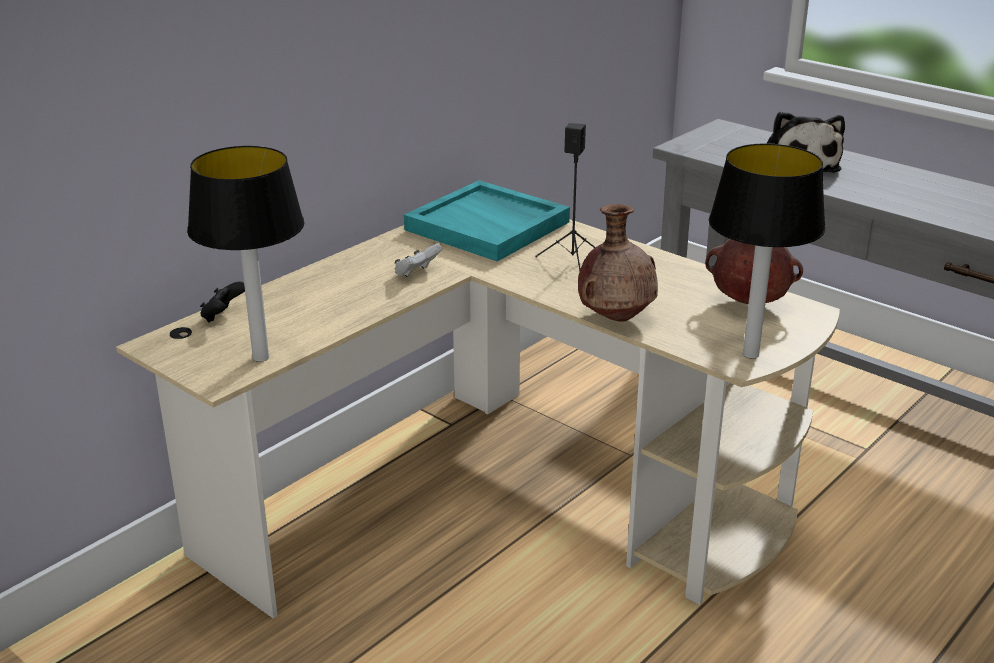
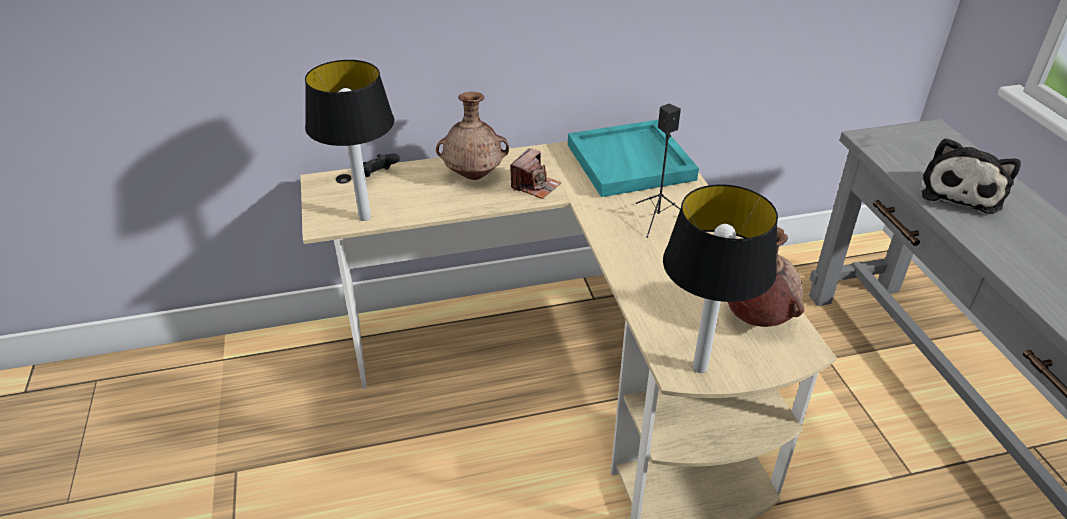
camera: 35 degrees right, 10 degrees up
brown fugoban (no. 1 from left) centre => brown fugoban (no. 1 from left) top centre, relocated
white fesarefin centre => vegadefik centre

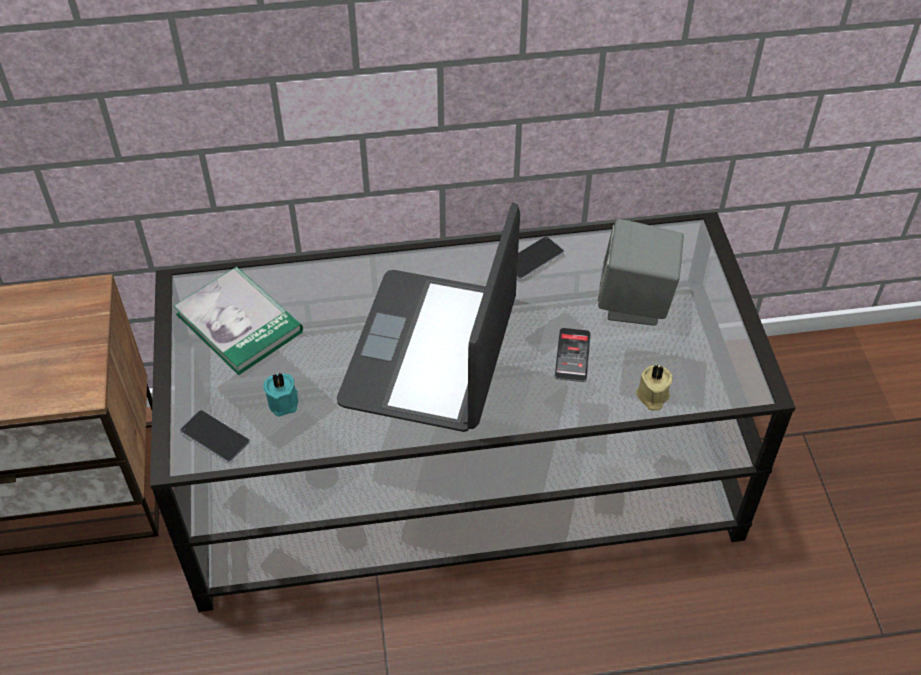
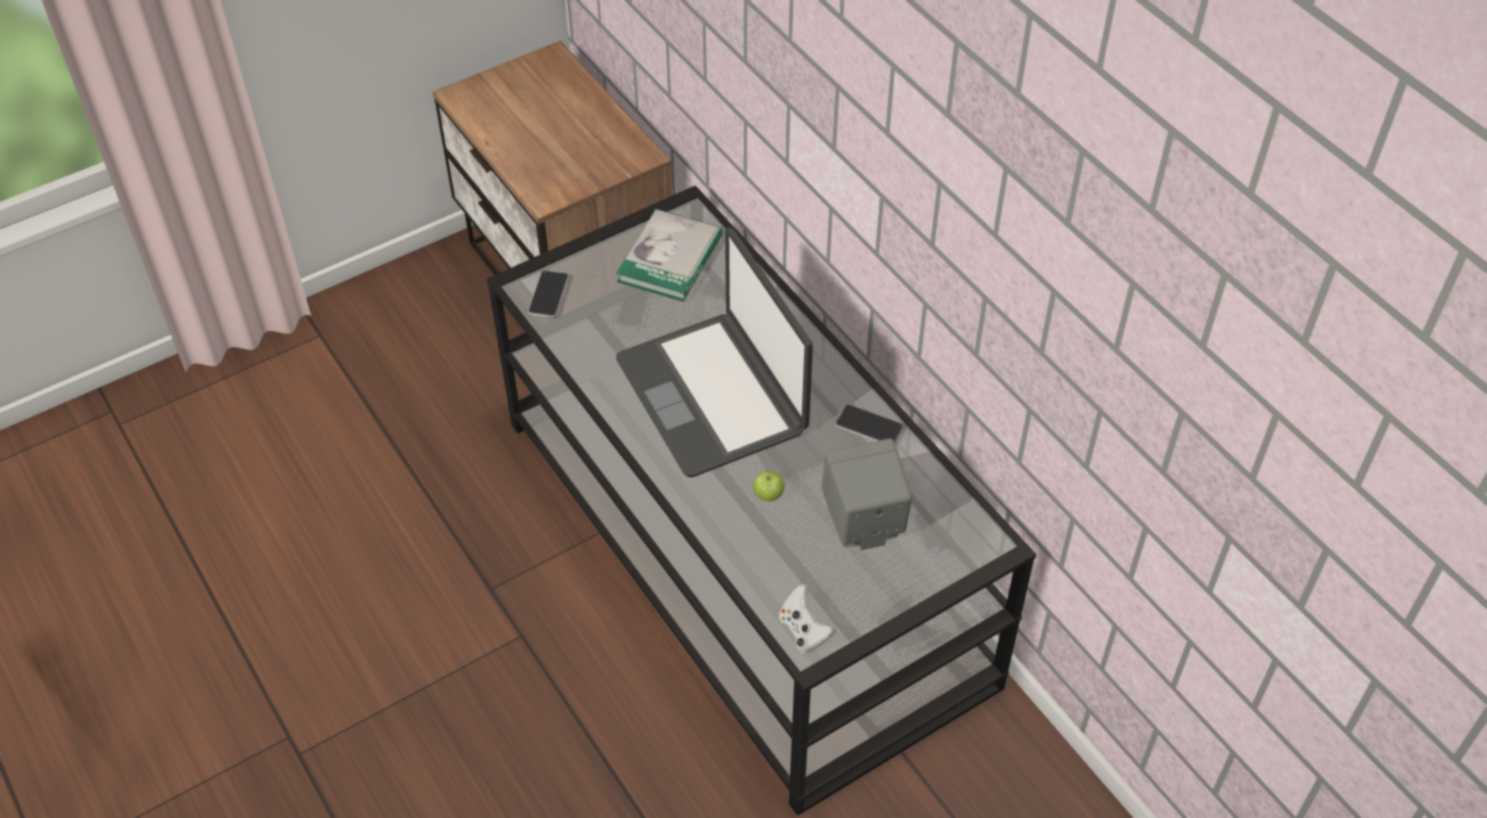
camera: 65 degrees right, 0 degrees up
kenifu centre, 105 degrees counterclockwise
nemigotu (no. 3 from left) centre => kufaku centre
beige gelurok middle right => nothing
turquoise gelurok middle left => nothing
nothing => white fesarefin bottom centre

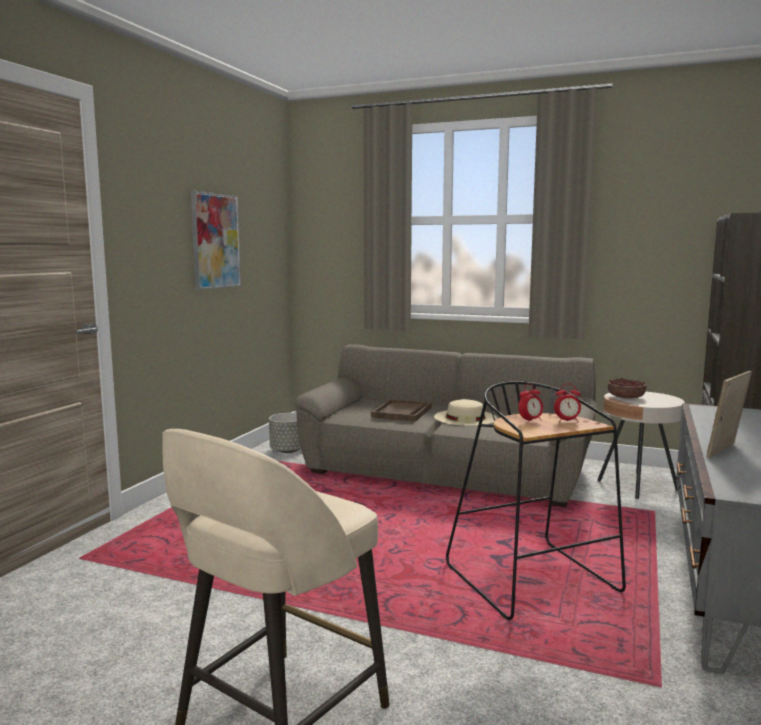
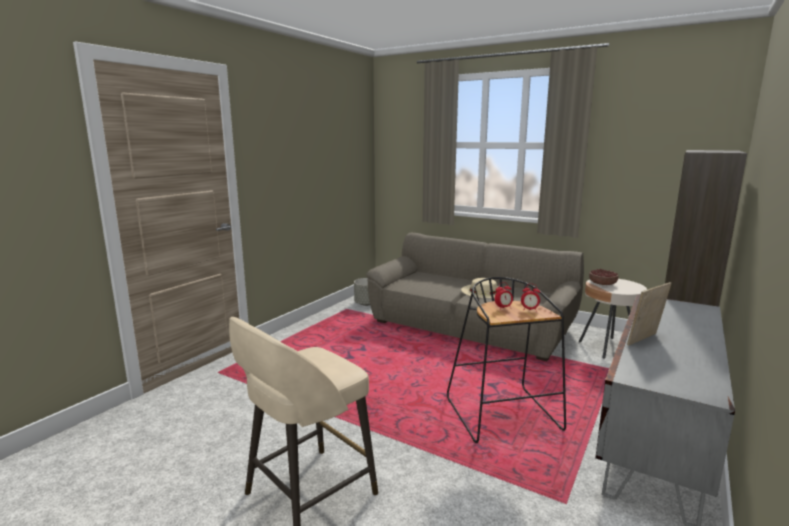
camera: 10 degrees right, 5 degrees up
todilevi top left => nothing
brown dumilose centre => nothing

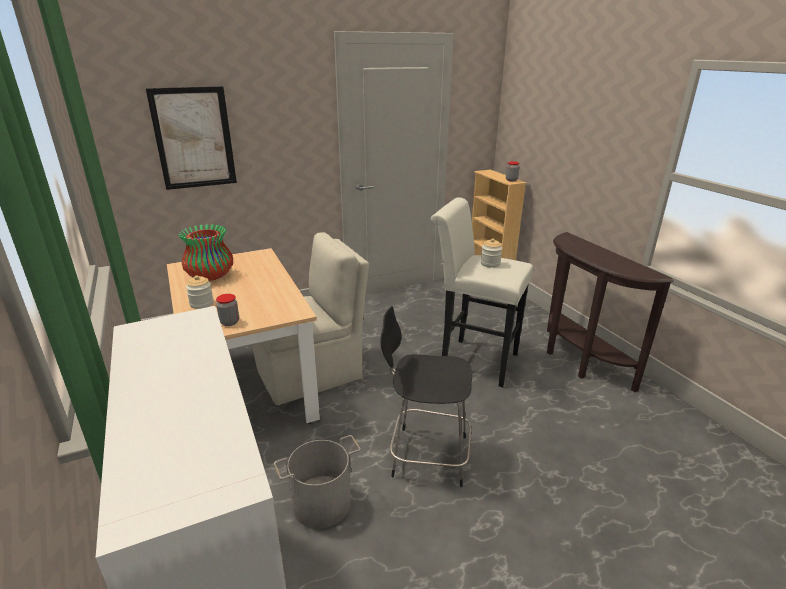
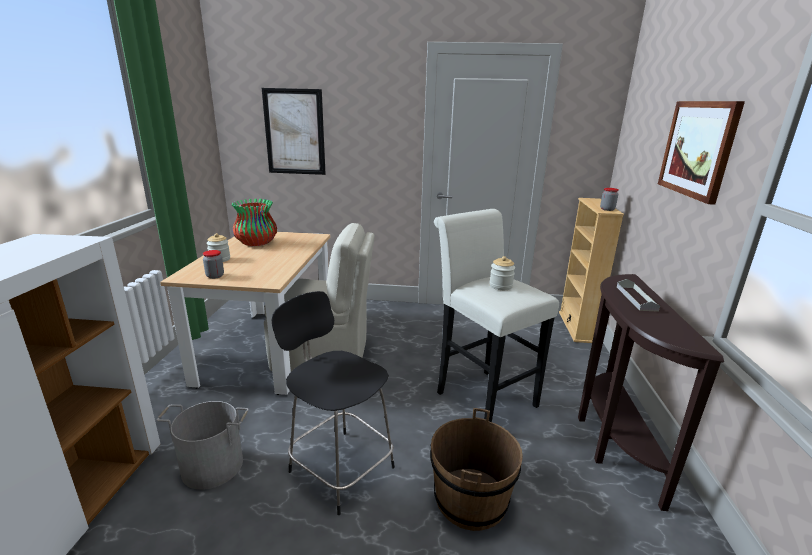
camera: 30 degrees right, 5 degrees down
nothing => todilevi (no. 2 from left) top right
nothing => grey dumilose middle right
nothing => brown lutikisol bottom centre

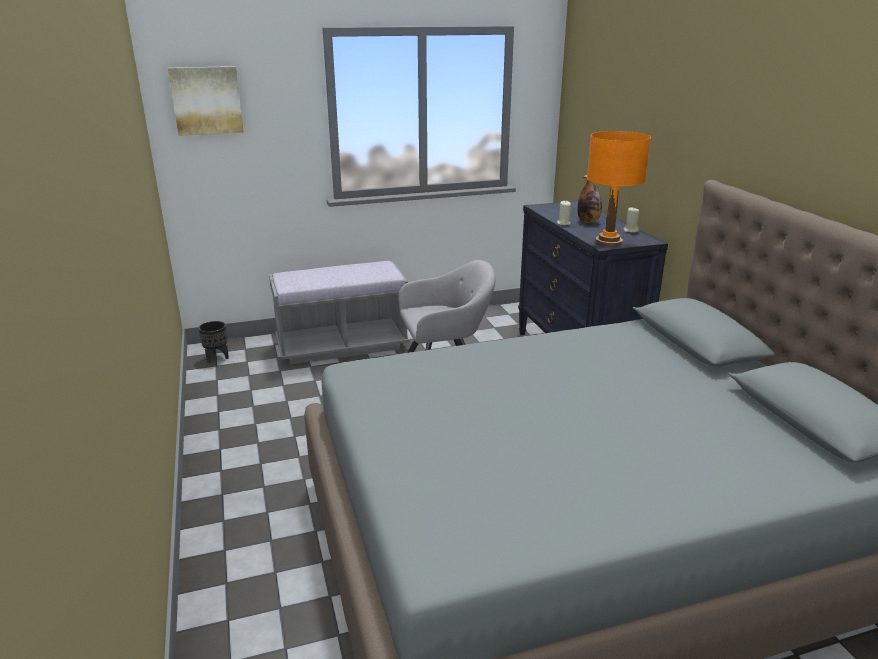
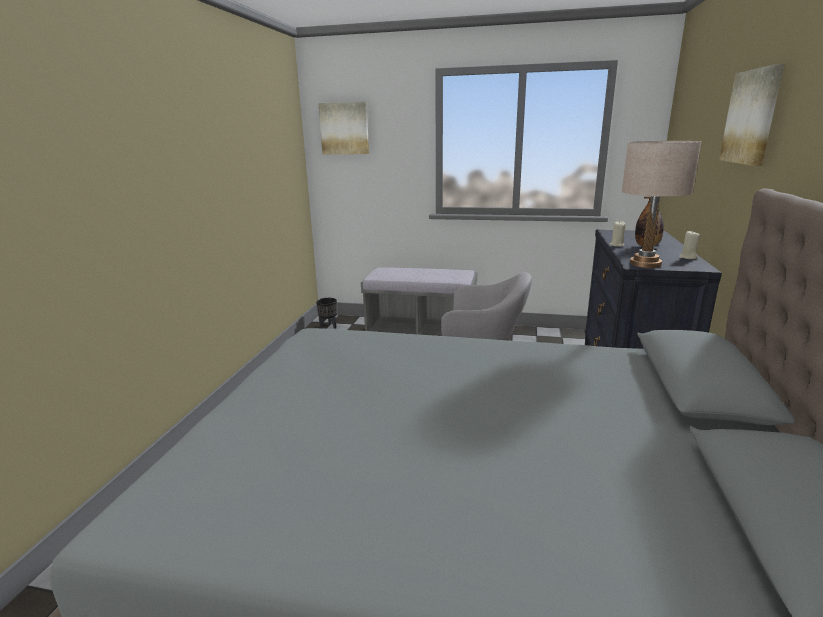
camera: 30 degrees right, 5 degrees down
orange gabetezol top right => beige gabetezol top right
nothing => todilevi (no. 2 from left) top right

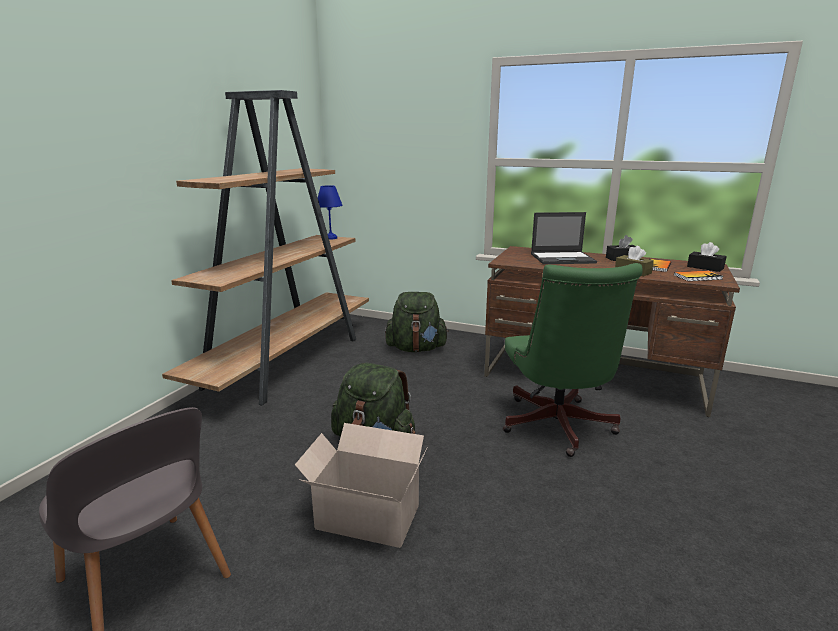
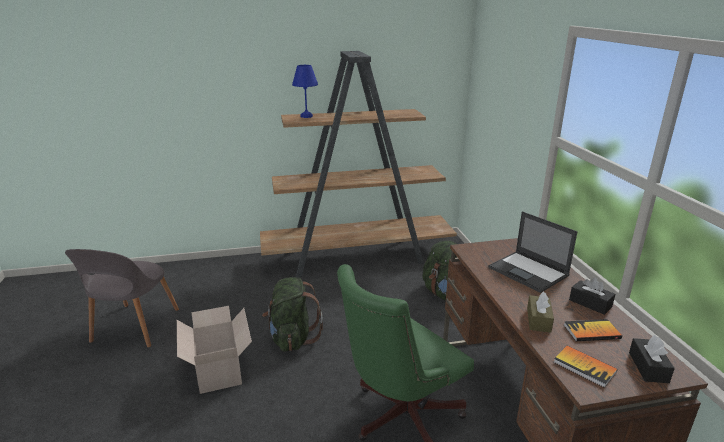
camera: 55 degrees right, 5 degrees up
blue gabetezol centre => blue gabetezol top centre, relocated

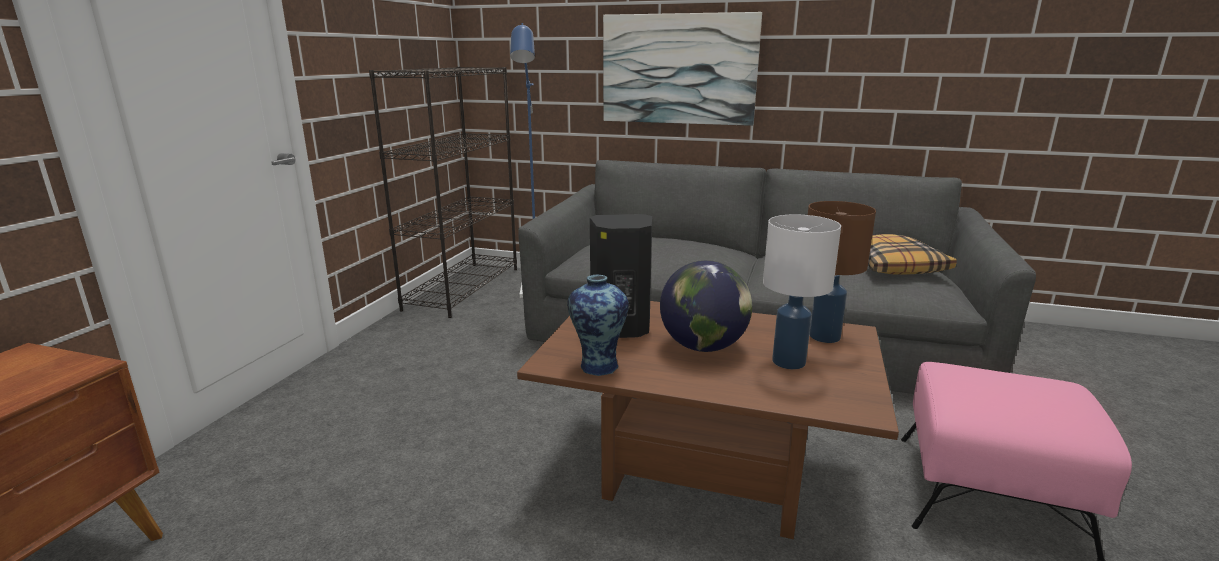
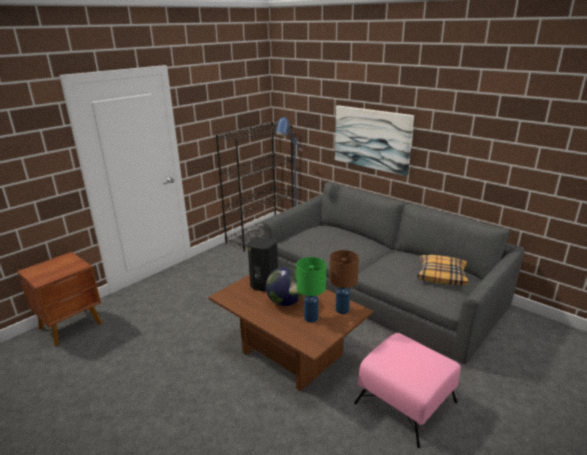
camera: 25 degrees right, 5 degrees up
white gabetezol centre => green gabetezol centre
fugoban centre => nothing

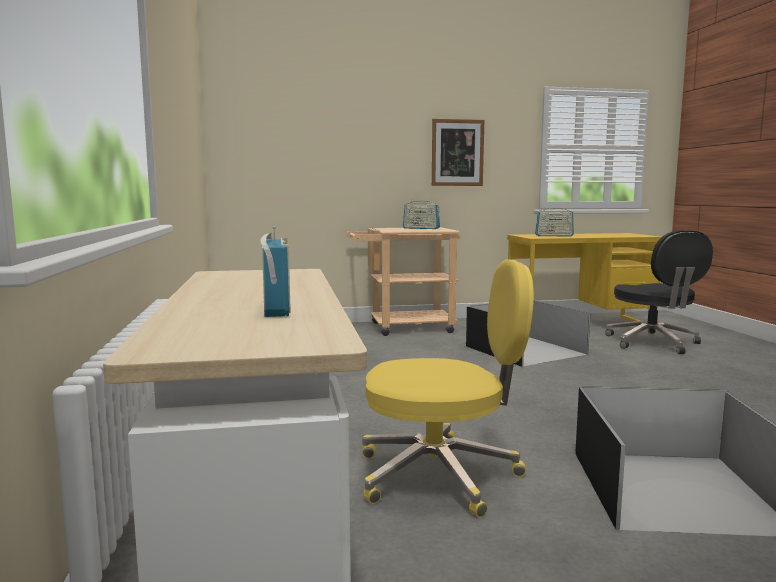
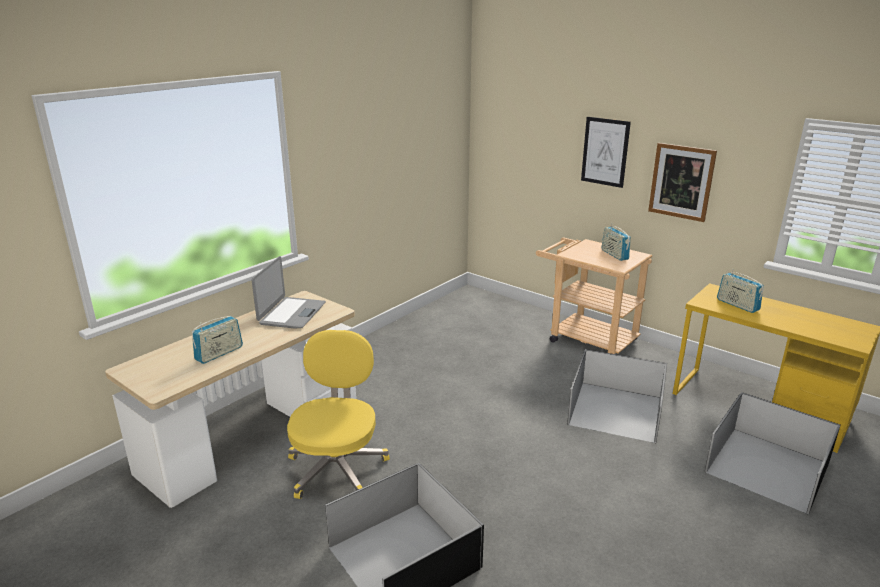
camera: 50 degrees right, 15 degrees up
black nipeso middle right => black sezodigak (no. 3 from left) bottom right
yellow nipeso bottom centre, 135 degrees counterclockwise
nothing => todilevi (no. 1 from left) top right
nothing => kenifu middle left

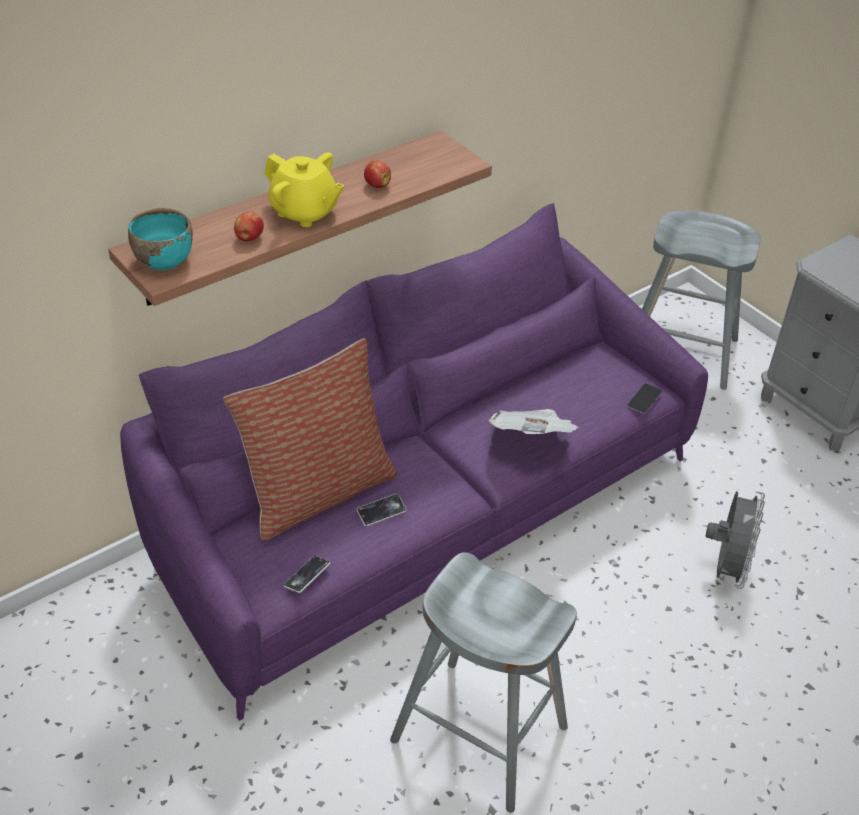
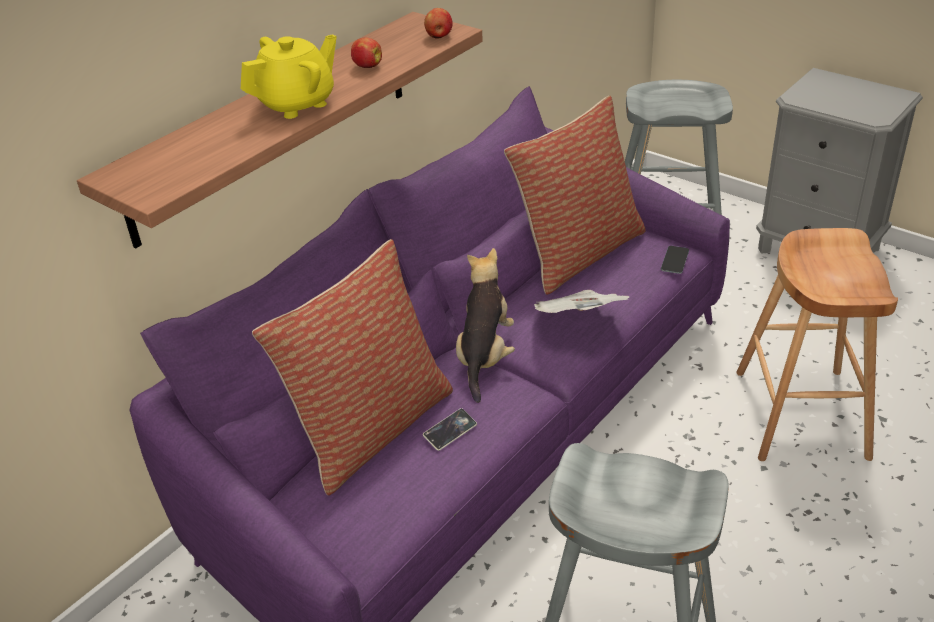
camera: 10 degrees left, 5 degrees down
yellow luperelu top centre => yellow luperelu top left, 60 degrees counterclockwise
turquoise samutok top left => nothing
kufaku (no. 1 from left in the first image) top left => kufaku (no. 2 from left) top centre, relocated
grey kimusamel middle right => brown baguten middle right
nemigotu (no. 1 from left) bottom centre => nothing
nothing => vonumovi (no. 2 from left) top centre
nothing => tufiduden centre

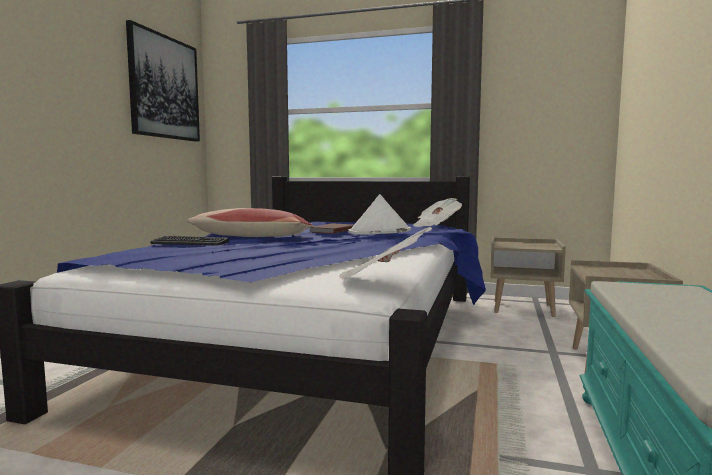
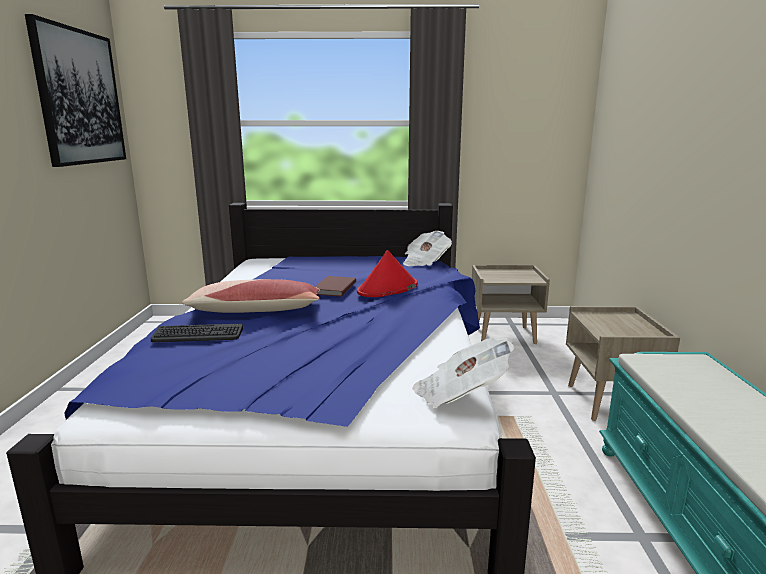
camera: 15 degrees left, 10 degrees up
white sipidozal centre => red sipidozal centre

